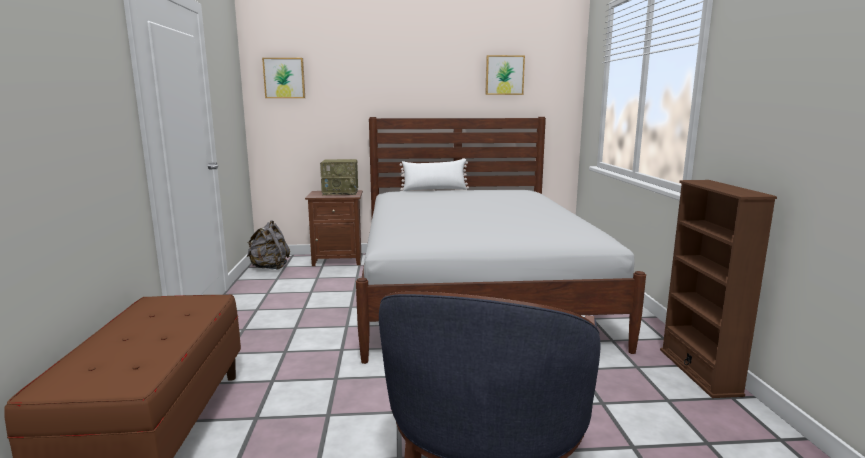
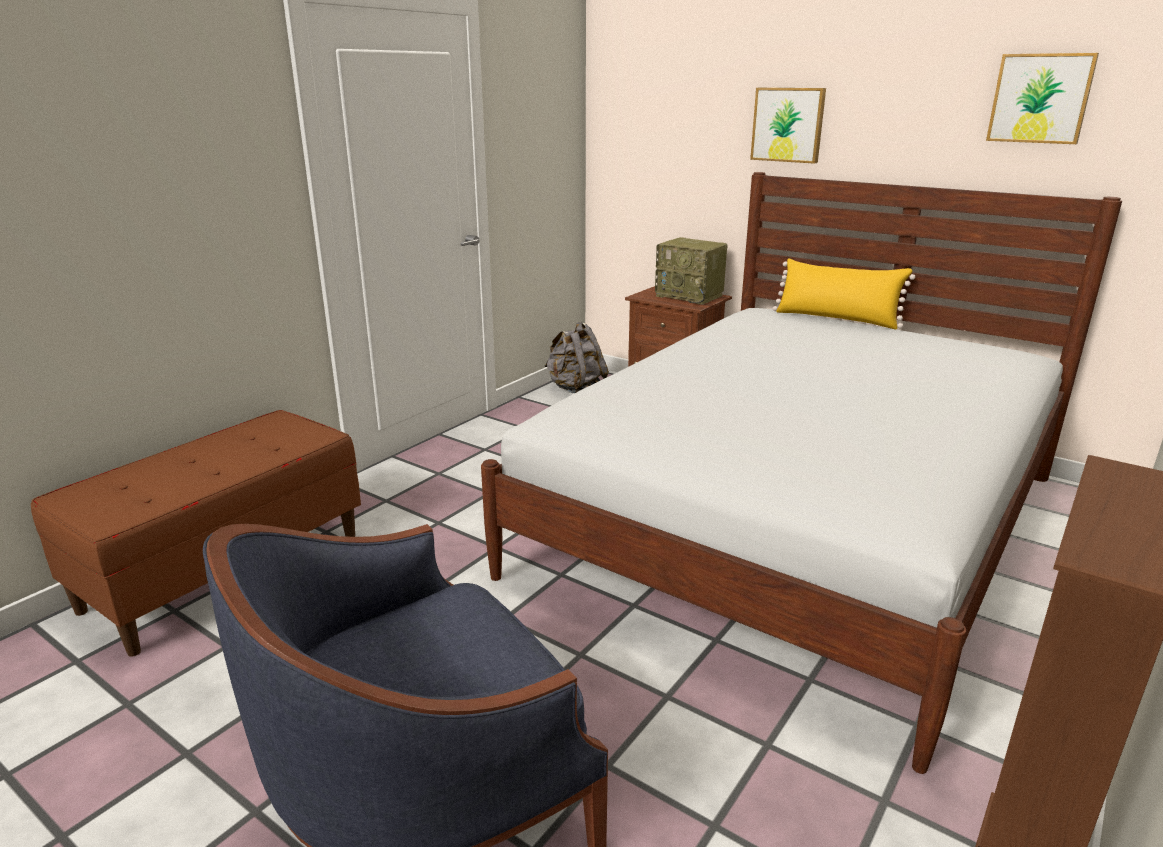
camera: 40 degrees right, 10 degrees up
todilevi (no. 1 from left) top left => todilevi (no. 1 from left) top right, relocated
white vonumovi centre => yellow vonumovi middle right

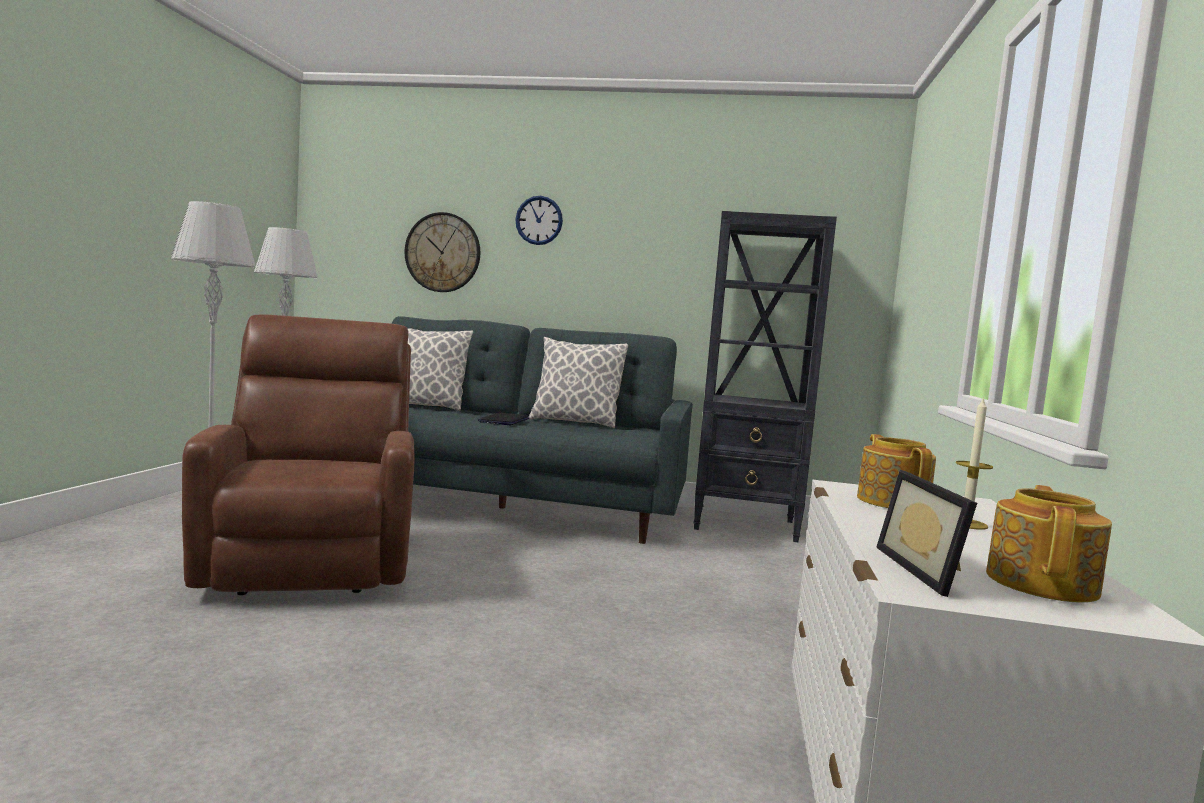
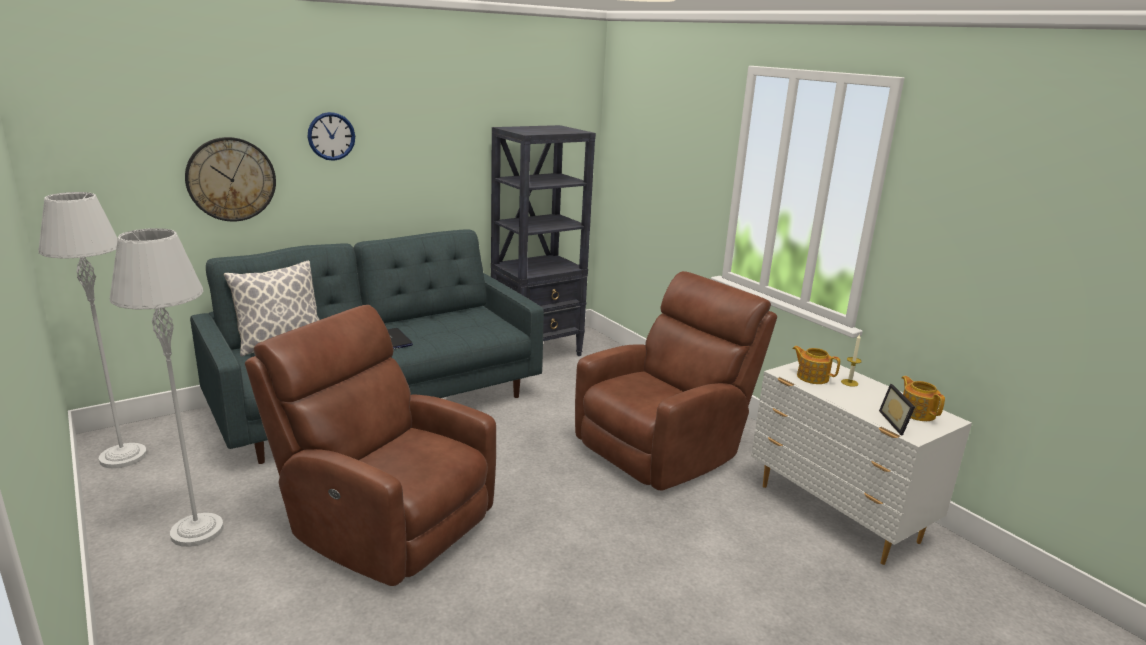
camera: 45 degrees left, 15 degrees up
vonumovi (no. 2 from left) centre => nothing
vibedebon middle right, 45 degrees clockwise
nothing => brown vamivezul (no. 2 from left) centre

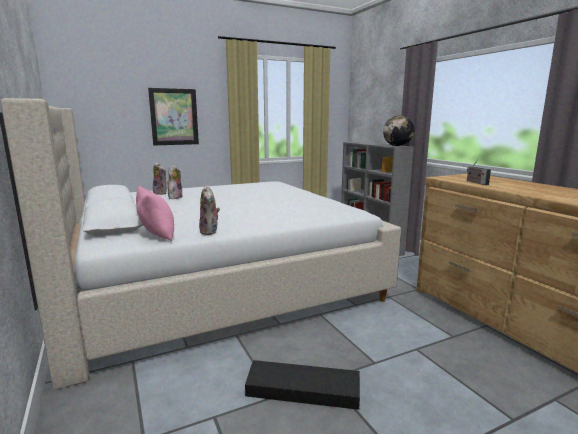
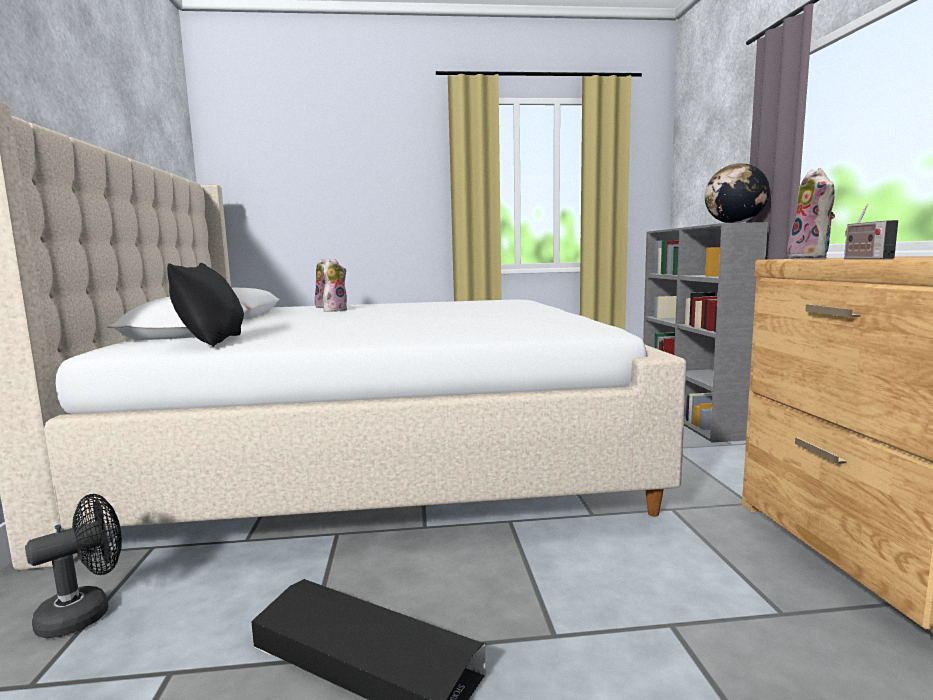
camera: 20 degrees right, 5 degrees down
todilevi top left => nothing
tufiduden (no. 3 from left) centre => tufiduden (no. 3 from left) top right, relocated
pink vonumovi middle left => black vonumovi middle left
nothing => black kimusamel bottom left

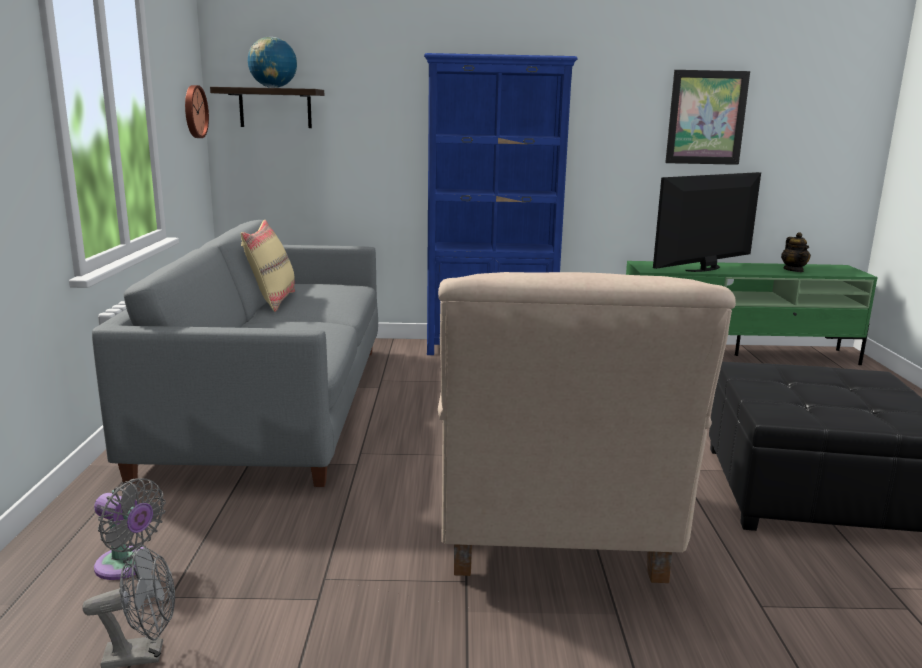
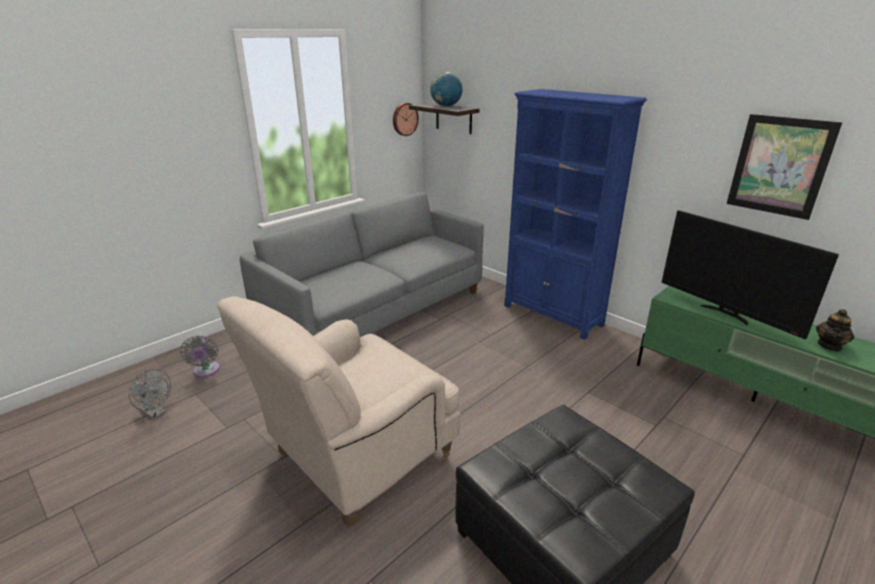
camera: 45 degrees right, 10 degrees up
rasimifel top right => rasimifel middle right, 135 degrees counterclockwise
beige vonumovi middle left => nothing

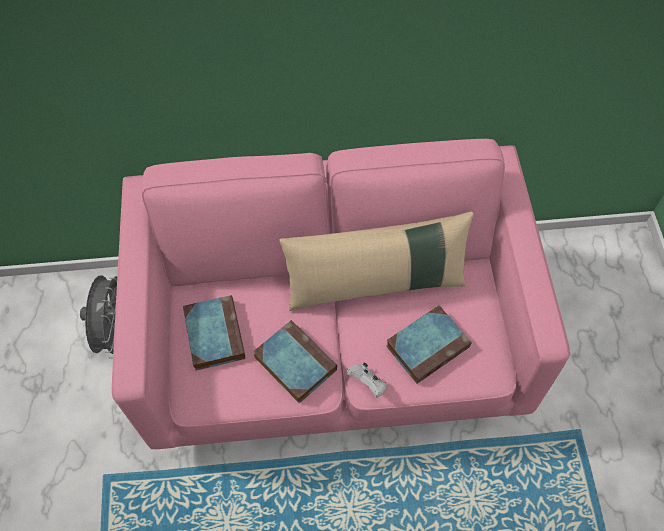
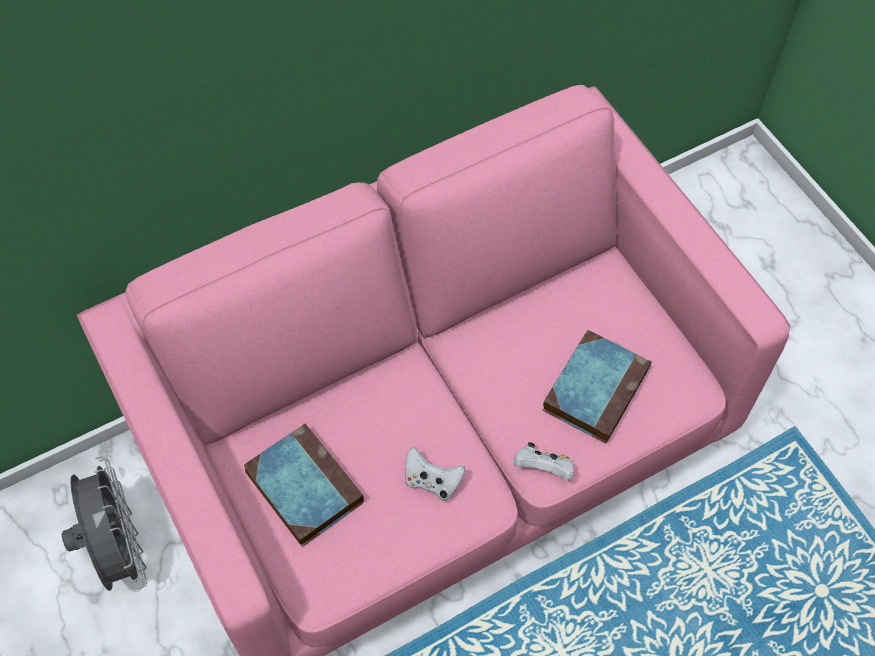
camera: 25 degrees left, 0 degrees up
beige vonumovi centre => nothing
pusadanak (no. 2 from left) bottom centre => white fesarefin (no. 1 from left) bottom centre

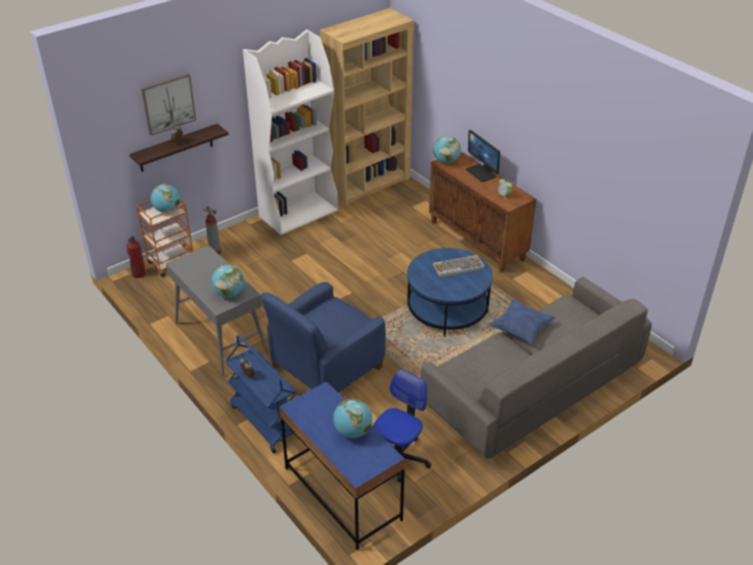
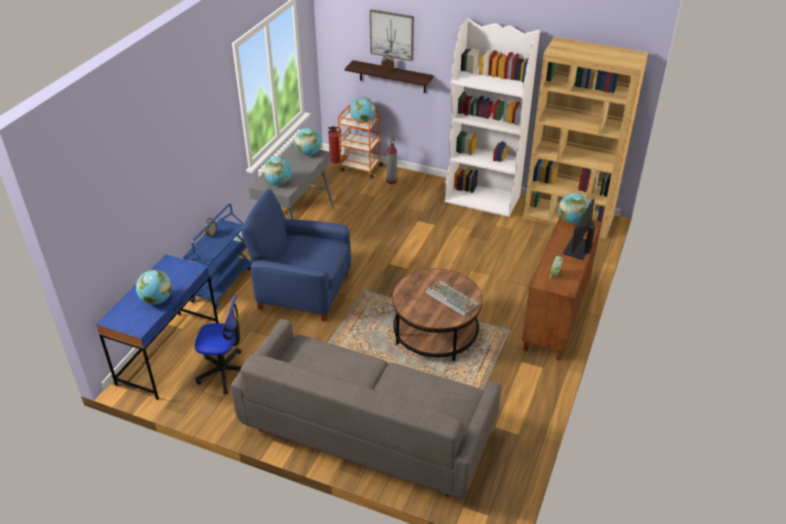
camera: 60 degrees right, 0 degrees up
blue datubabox centre => brown datubabox centre
blue vonumovi middle right => nothing
nothing => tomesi (no. 3 from left) top centre

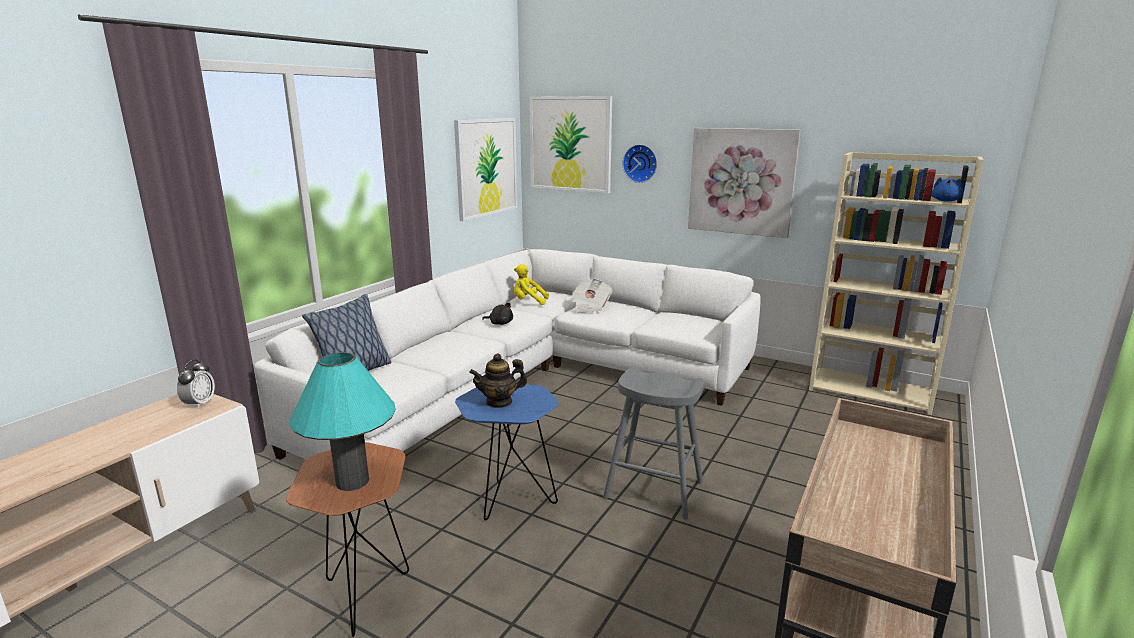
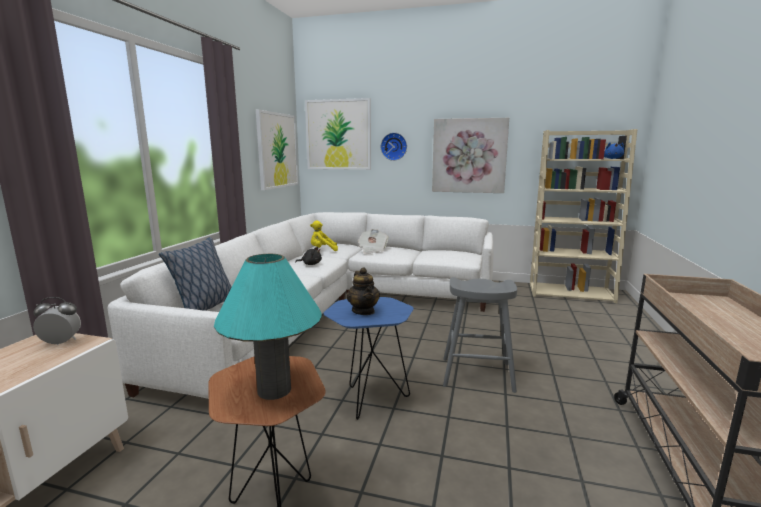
camera: 15 degrees left, 5 degrees down
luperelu centre, 75 degrees counterclockwise
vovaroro middle left, 90 degrees counterclockwise

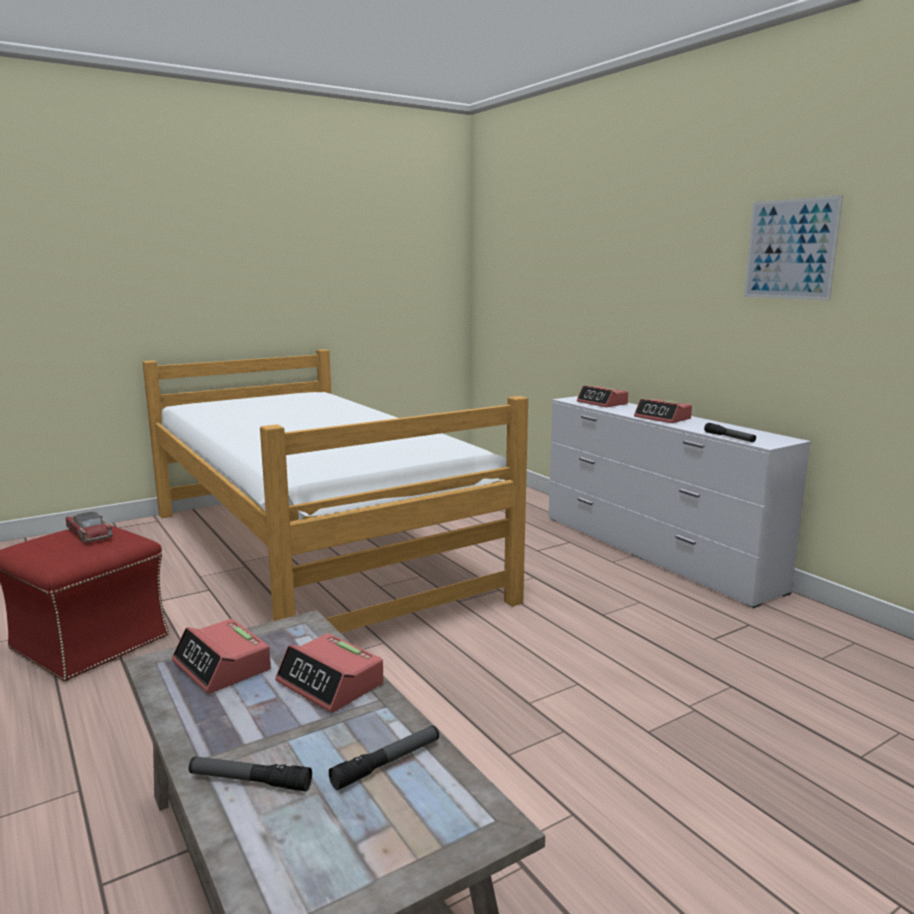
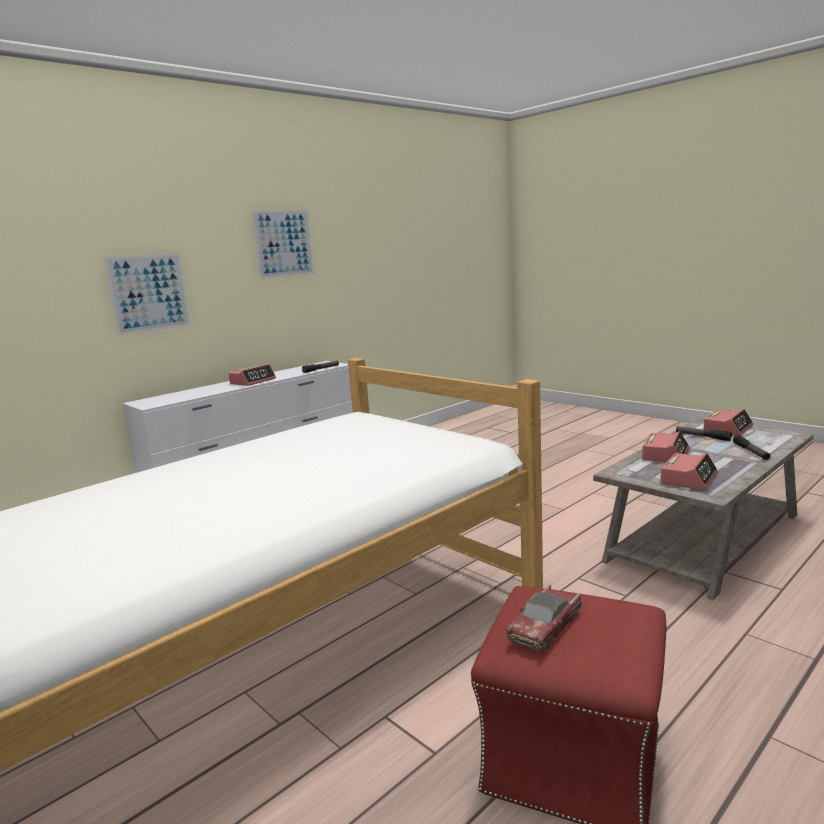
camera: 100 degrees left, 0 degrees up
vovaroro (no. 3 from left in the first image) centre => vovaroro (no. 4 from left) middle right, relocated
nothing => todilevi (no. 1 from left) middle left

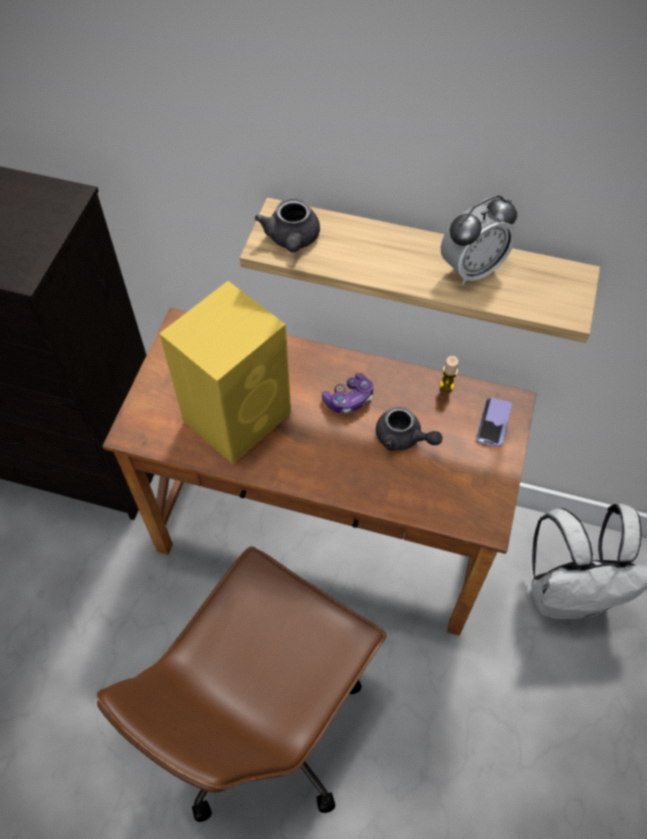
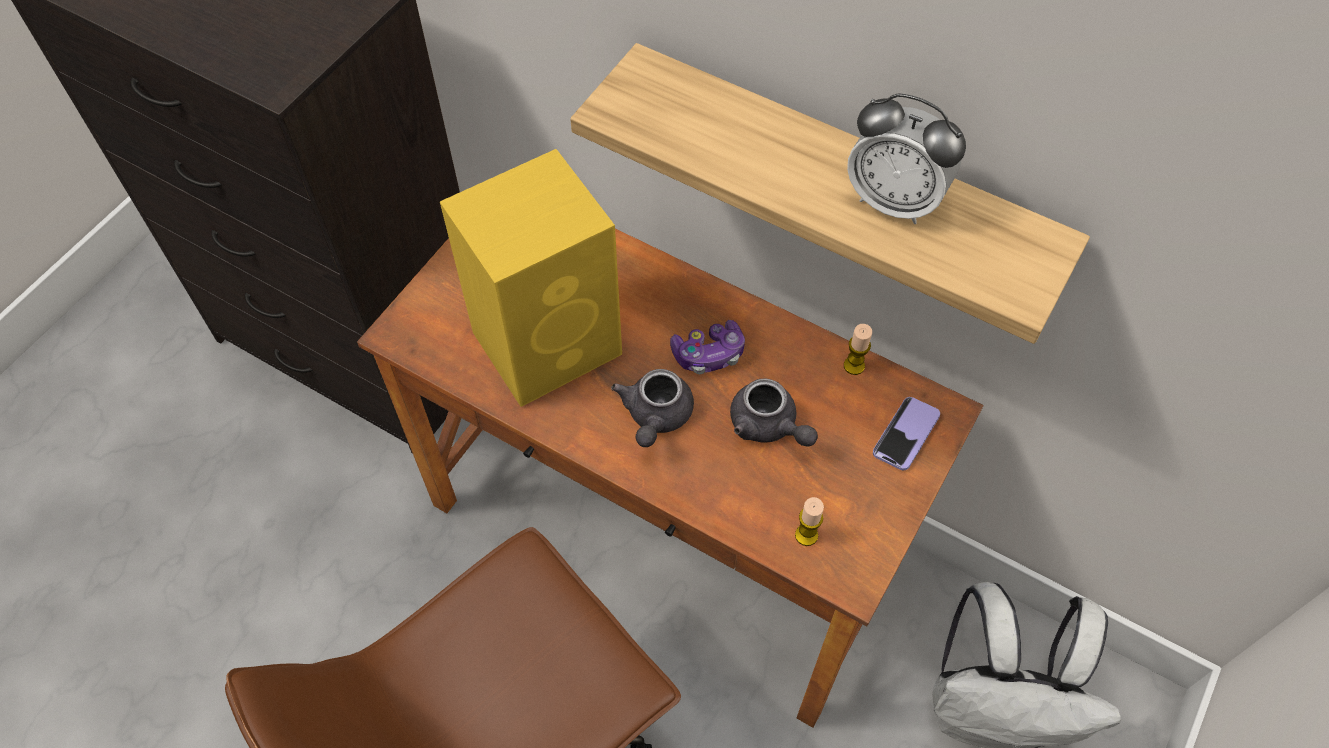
camera: 15 degrees right, 0 degrees up
vovaroro top right, 45 degrees clockwise
grey luperelu (no. 1 from left) top centre => grey luperelu (no. 1 from left) centre, relocated
nothing => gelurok (no. 1 from left) bottom centre

